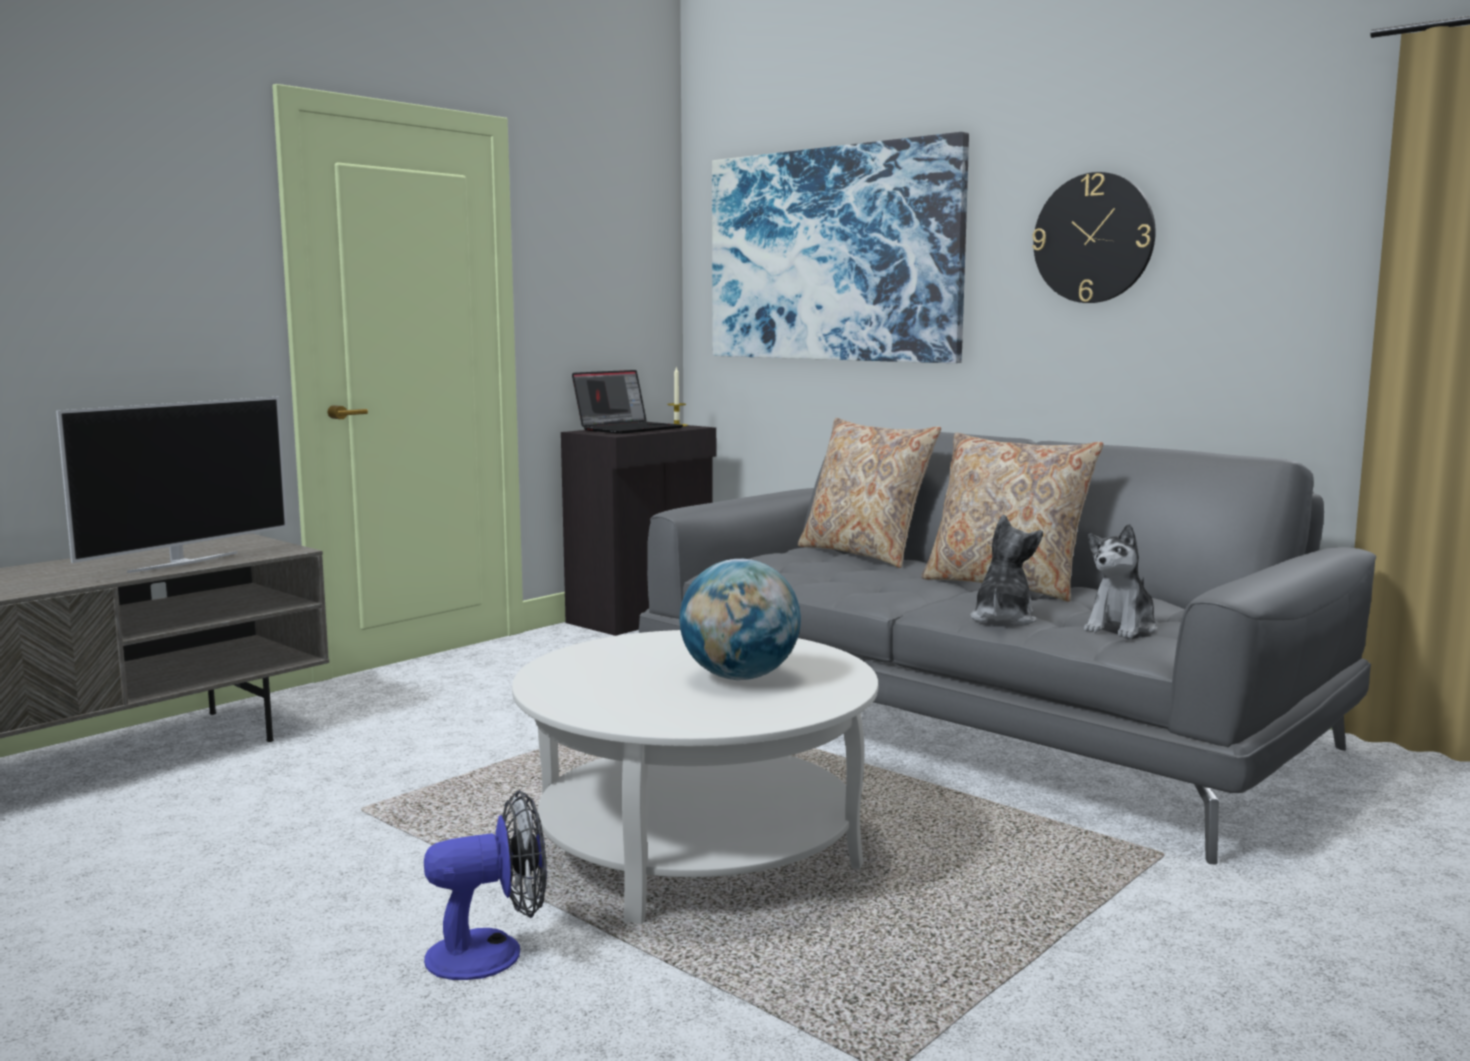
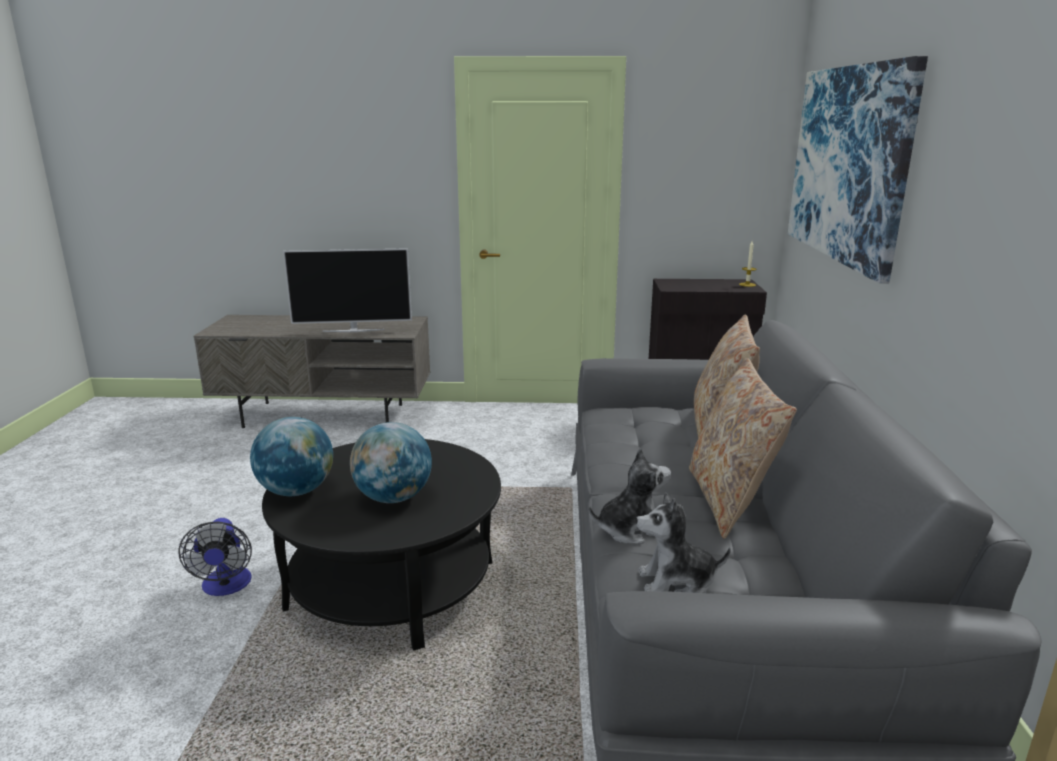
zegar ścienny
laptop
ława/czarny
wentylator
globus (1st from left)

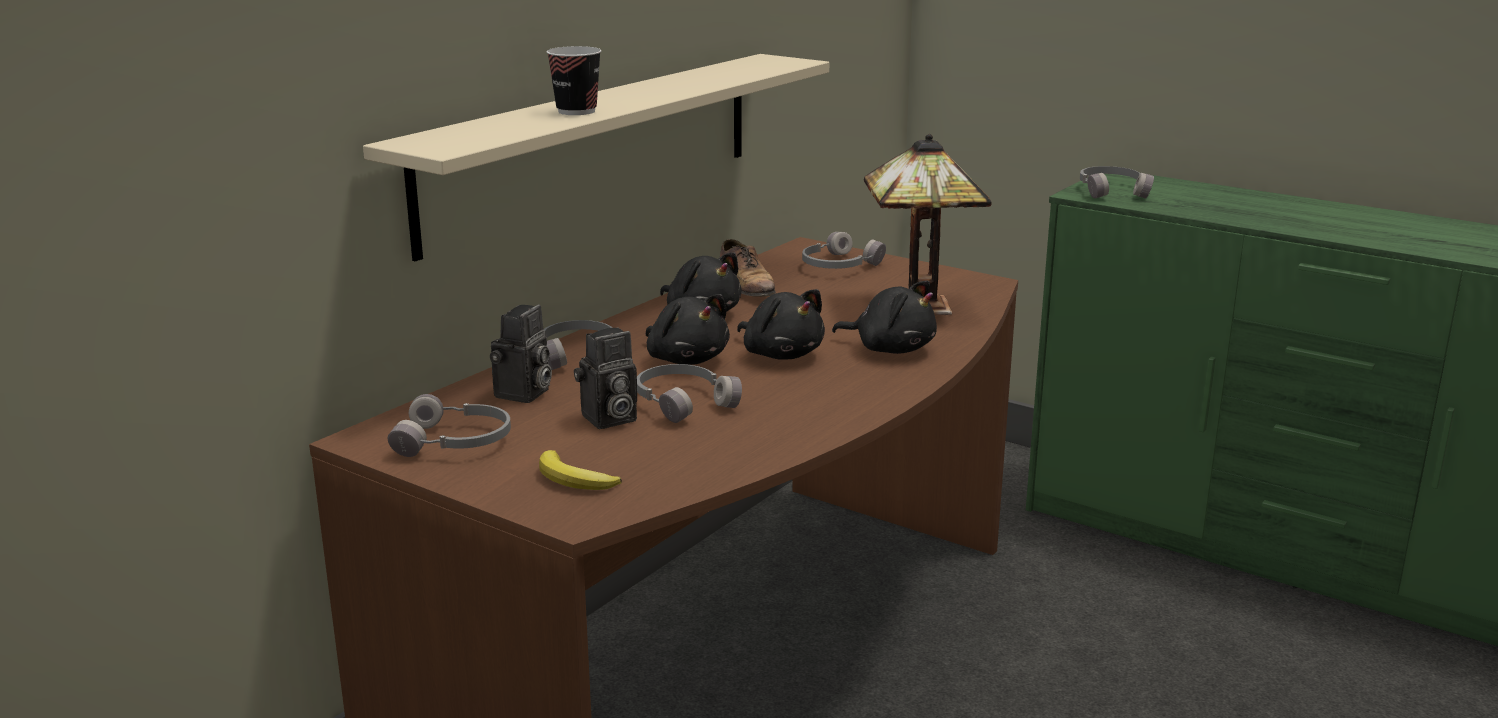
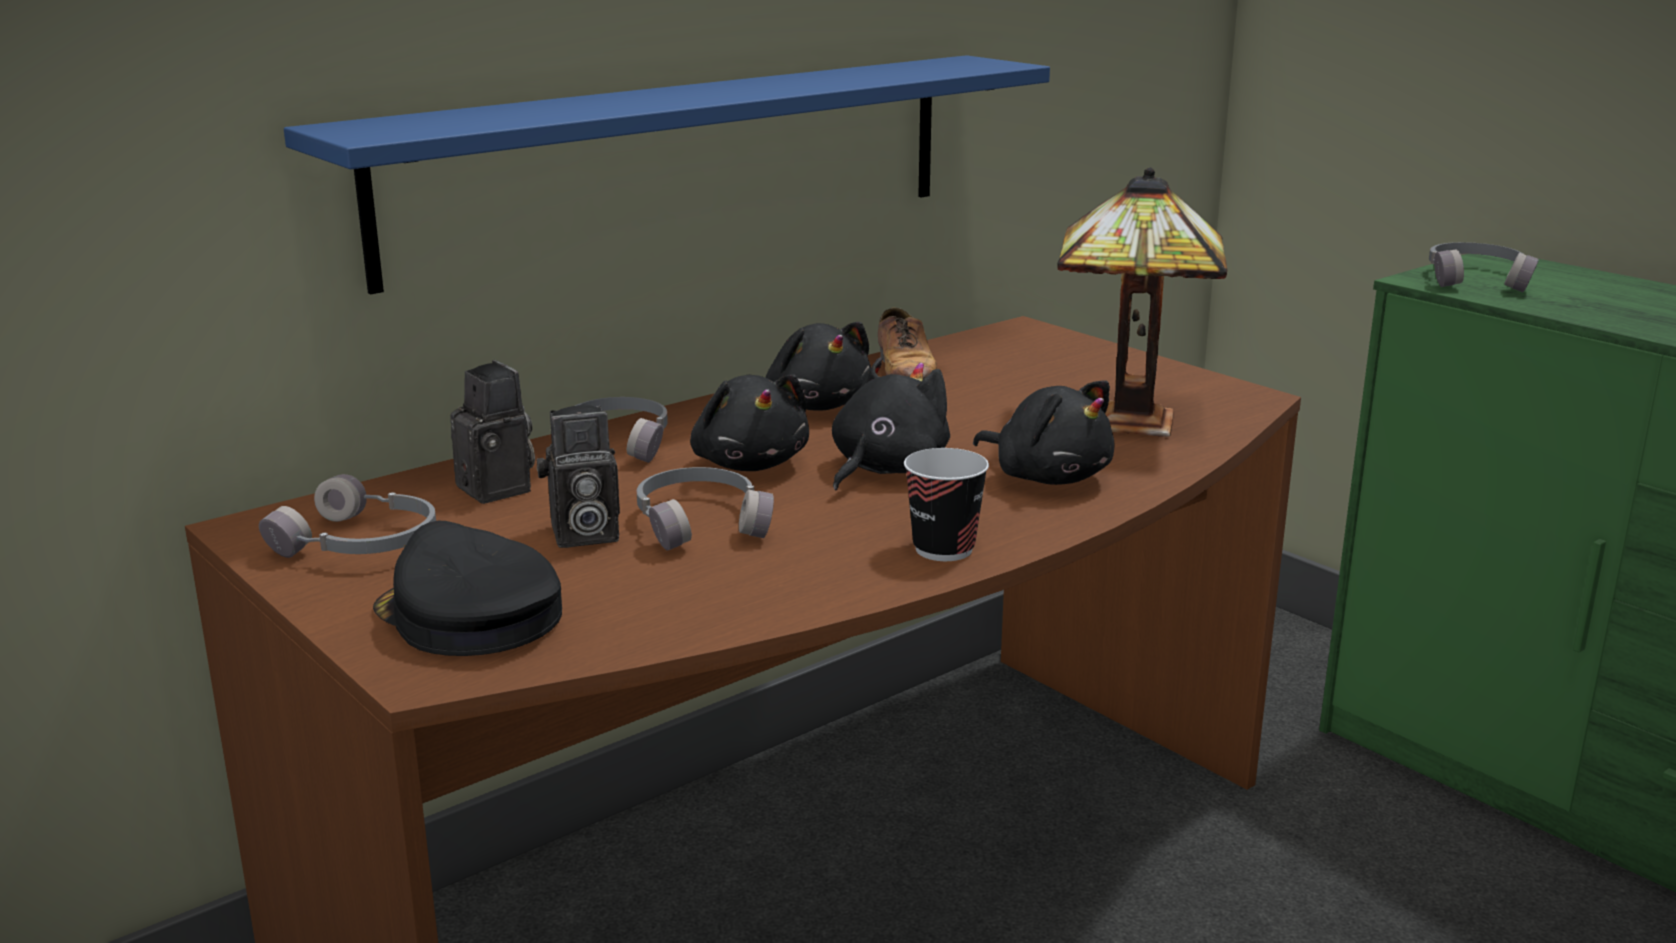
filiżanka
półka/niebieski
słuchawki/szary (4th from left in the first image)
pluszak/czarny (3rd from left)
aparat fotograficzny (1st from left)
czapka z daszkiem/czarny

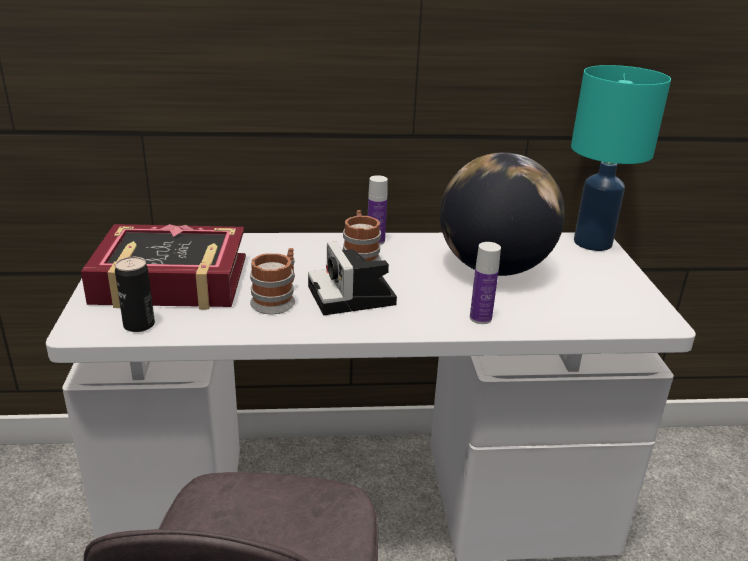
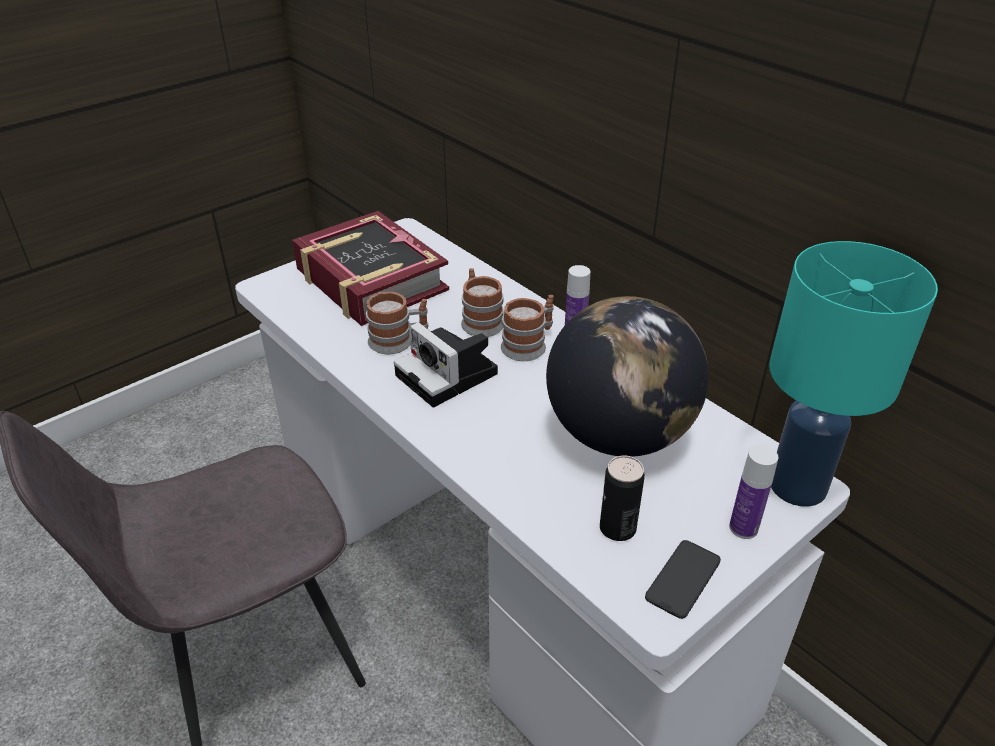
aparat fotograficzny
butelka (2nd from left)
puszka
kubek (2nd from left)
telefon

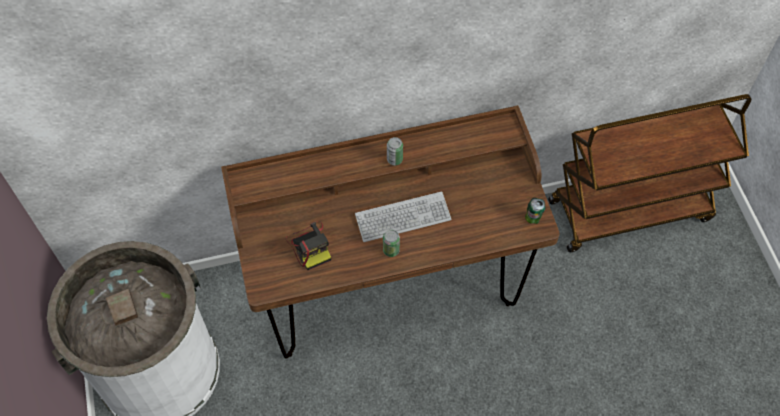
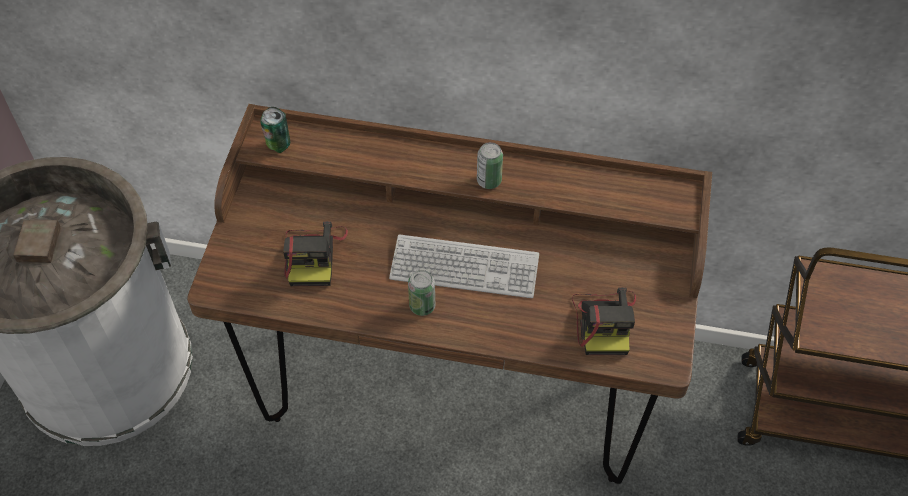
puszka (1st from left)
aparat fotograficzny (2nd from left)

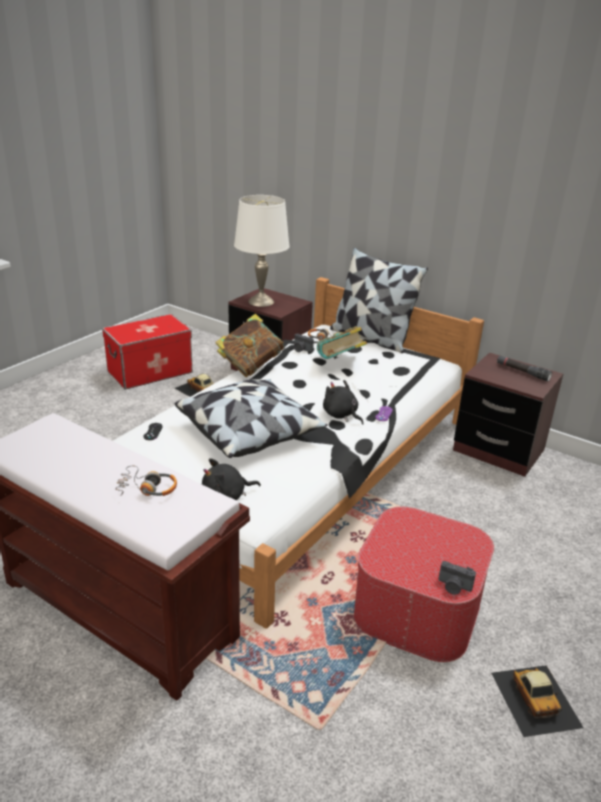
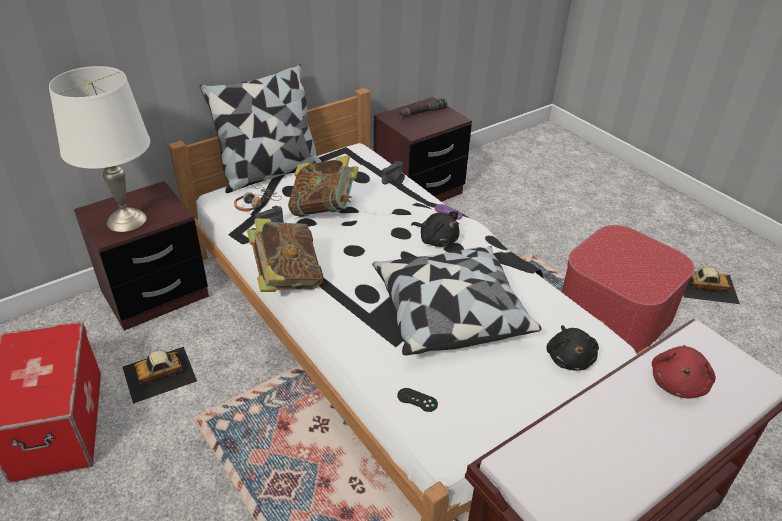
pluszak/czarny (1st from left)
pluszak/czerwony
aparat fotograficzny (2nd from left)

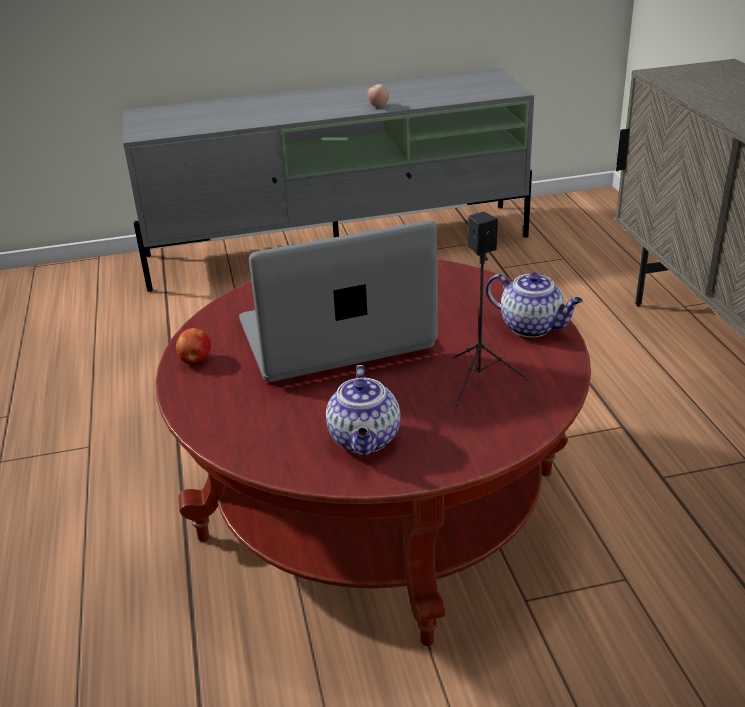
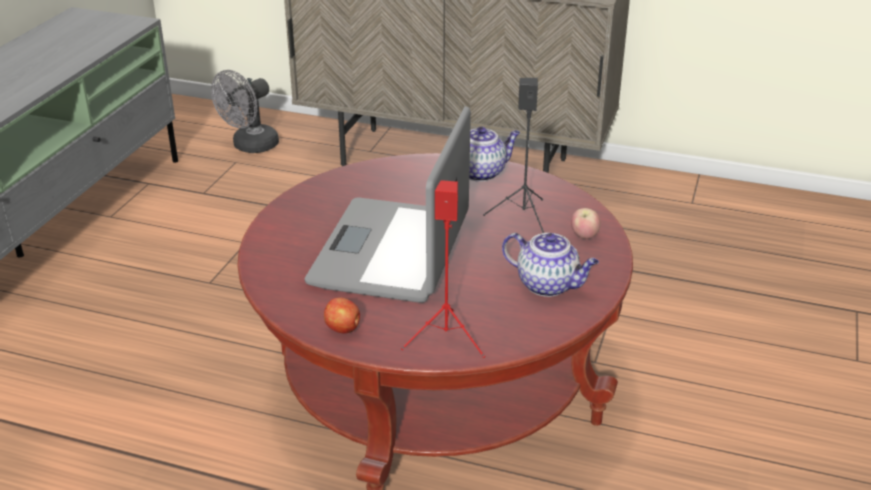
jabłko (2nd from left)
wentylator/szary
głośnik/czerwony

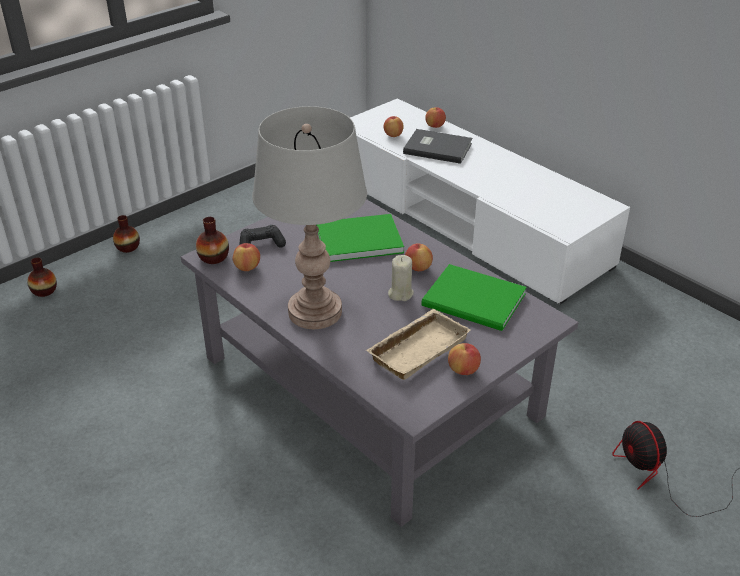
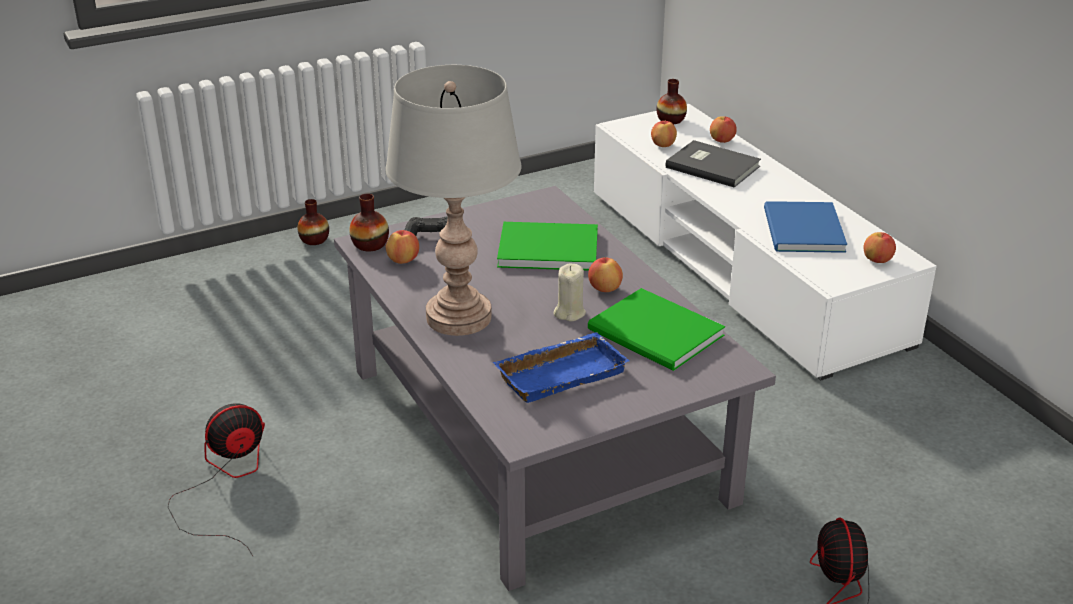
wazon (3rd from left)
taca/niebieski
jabłko (5th from left)
książka/niebieski
wentylator (1st from left)

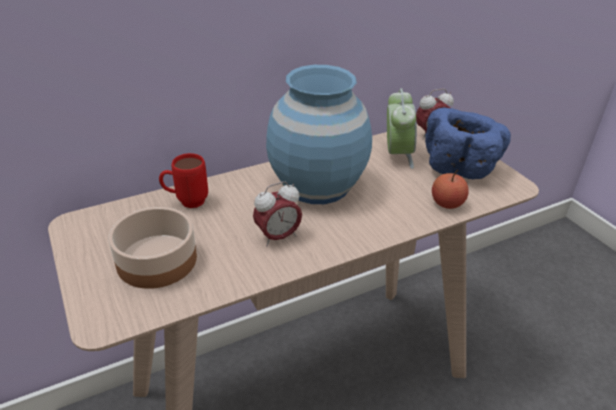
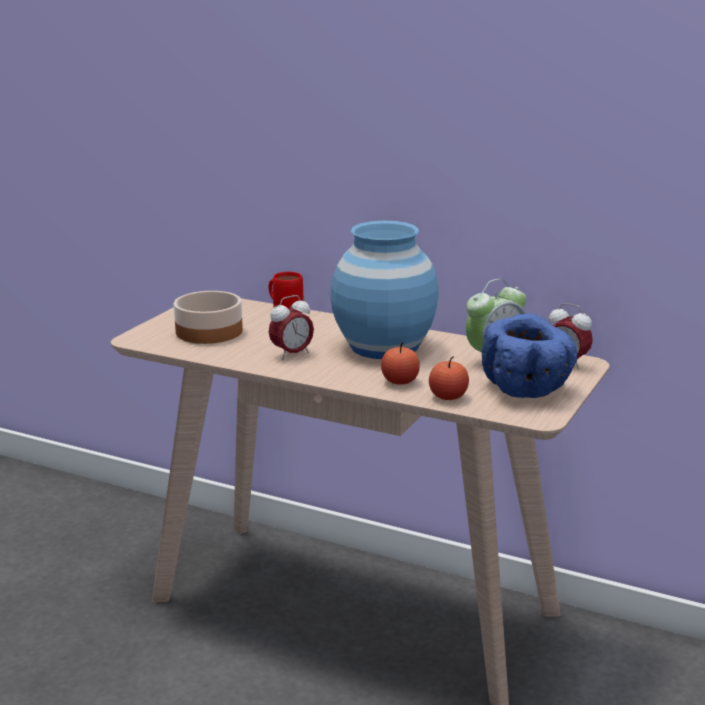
budzik (1st from left)
jabłko (1st from left)

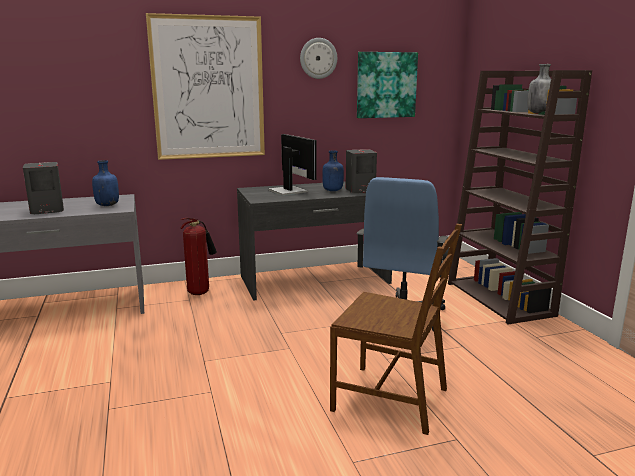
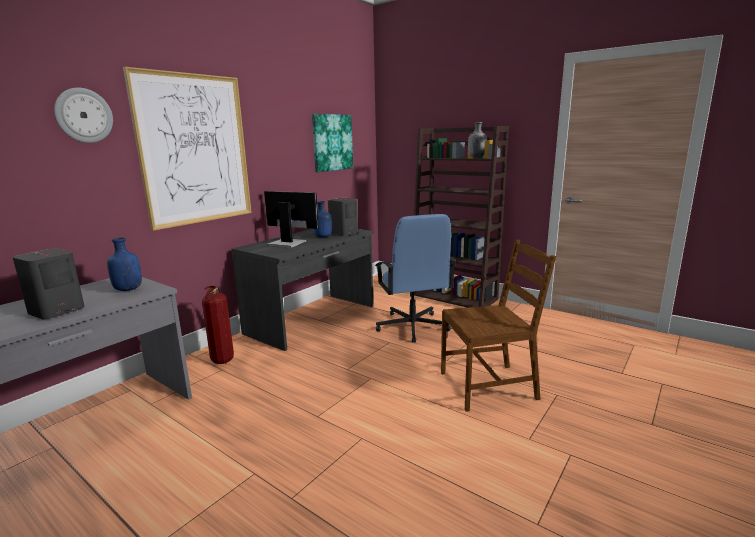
zegar ścienny

